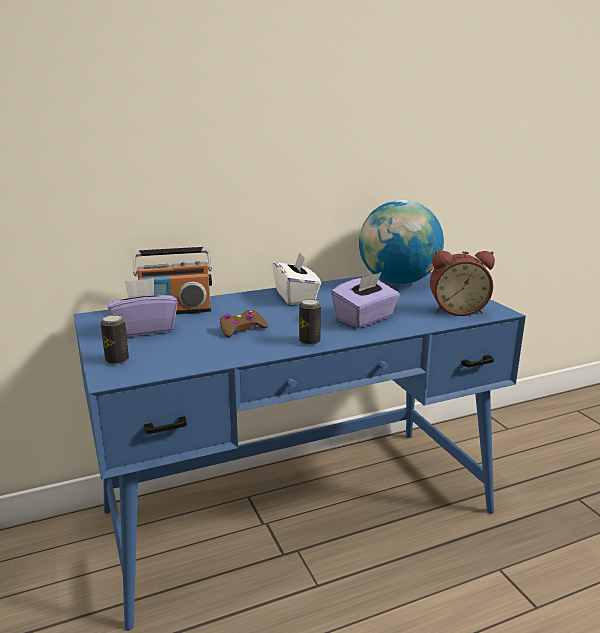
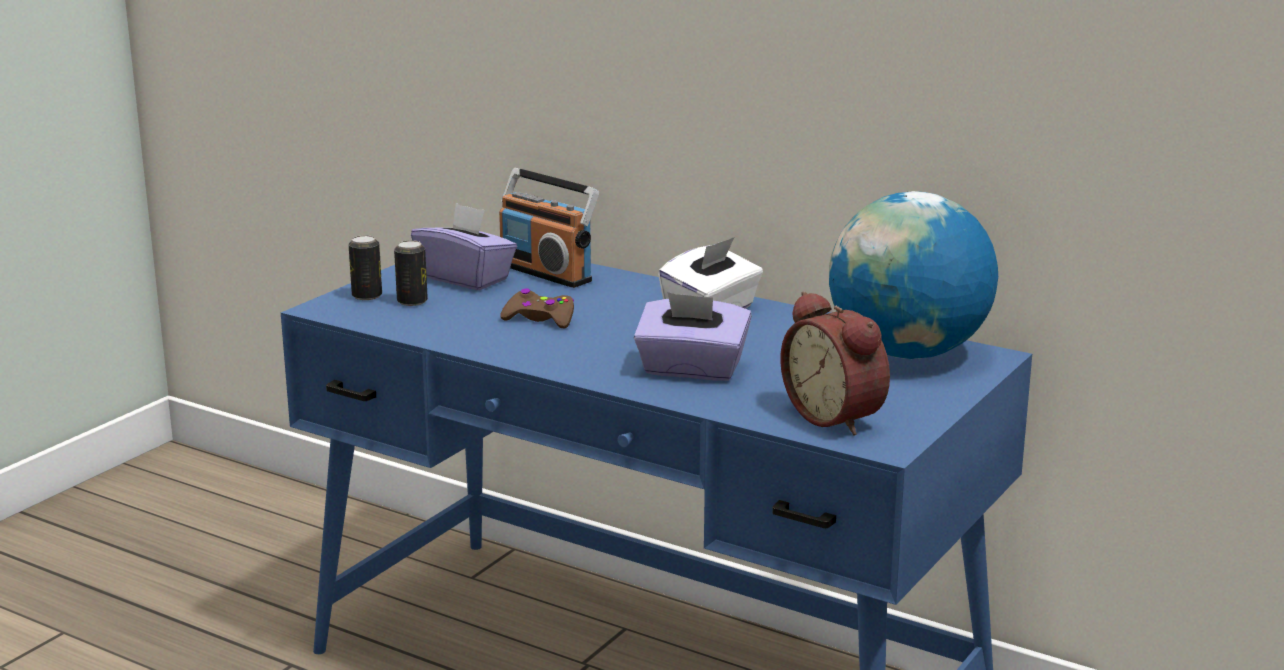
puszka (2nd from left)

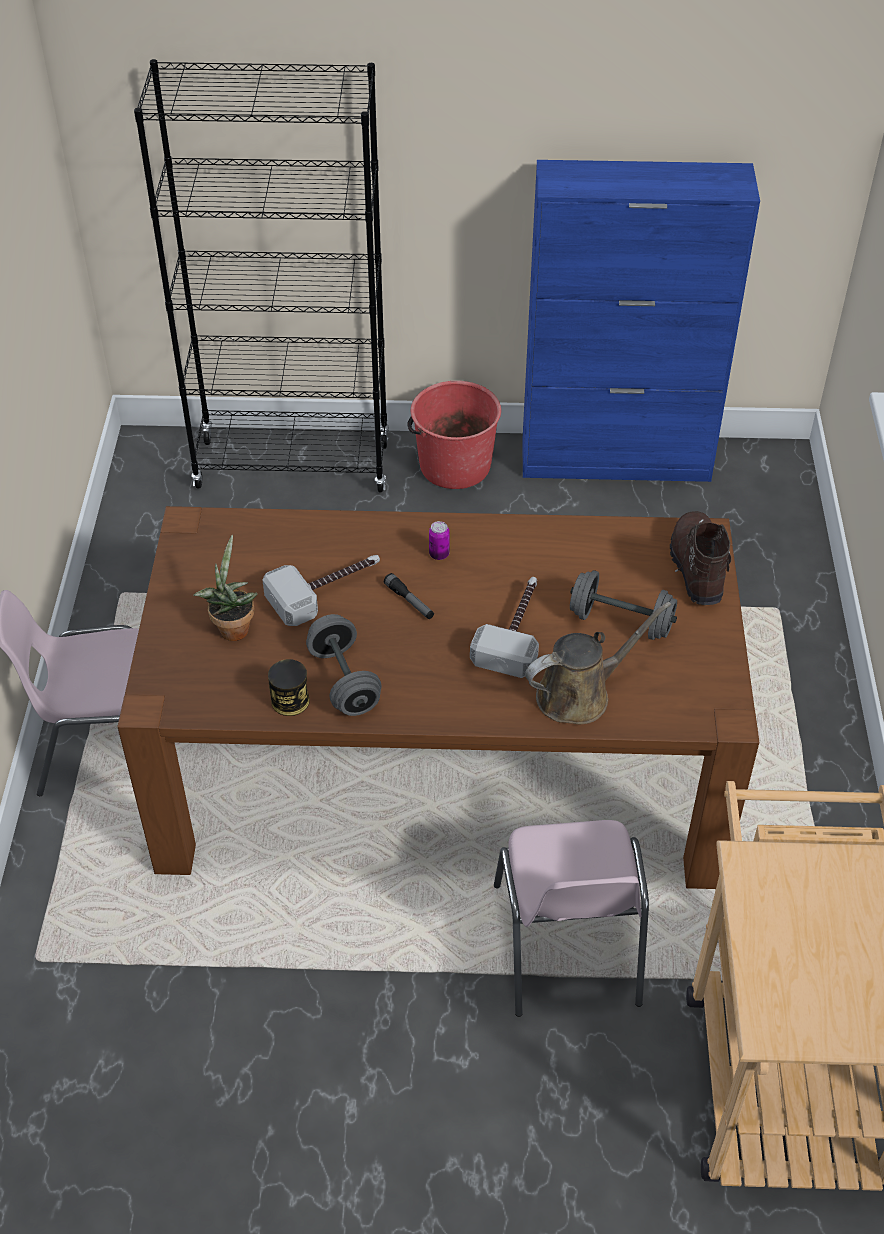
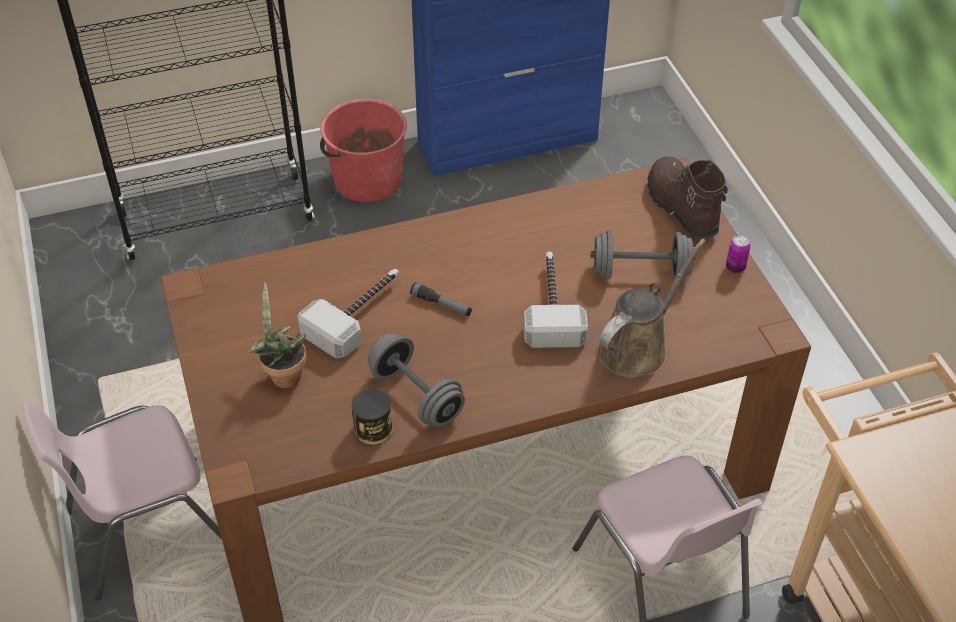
puszka (2nd from left)

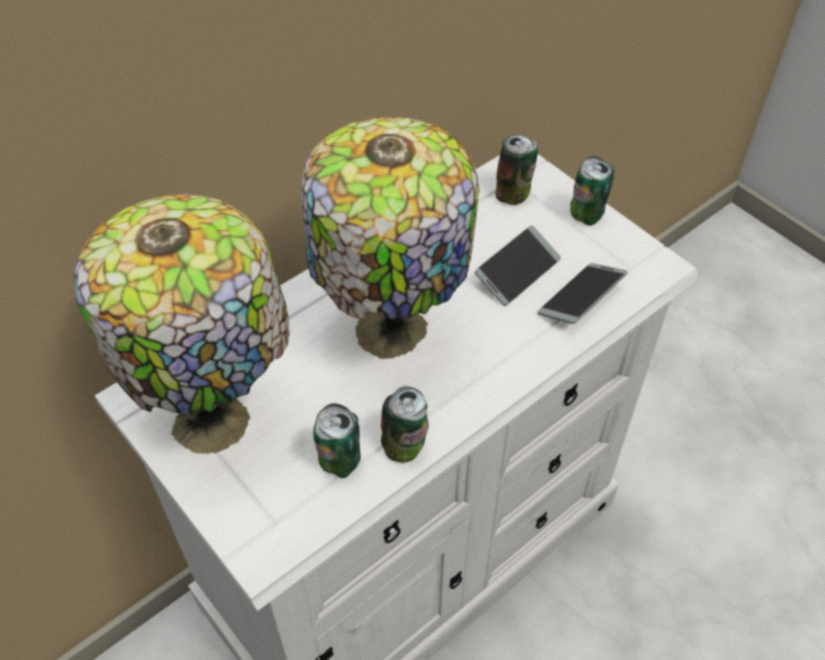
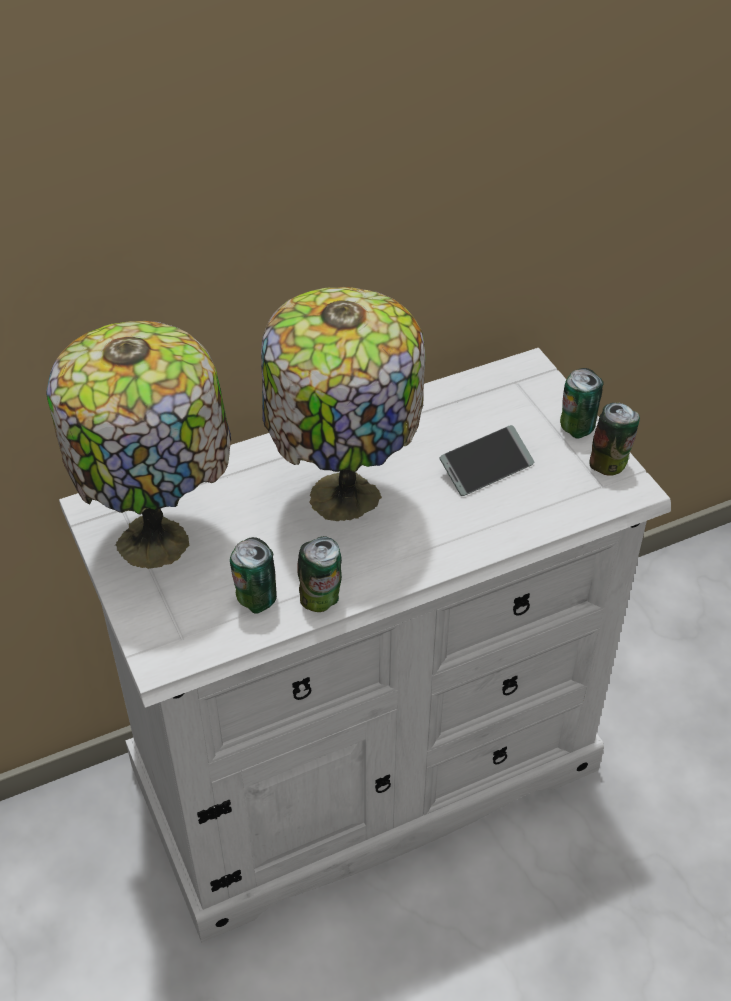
puszka (4th from left)
telefon (2nd from left in the first image)

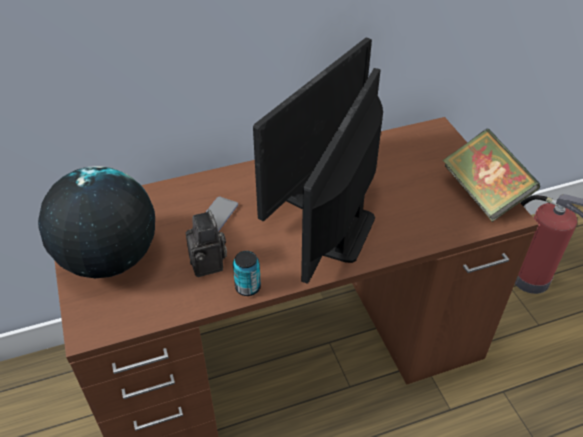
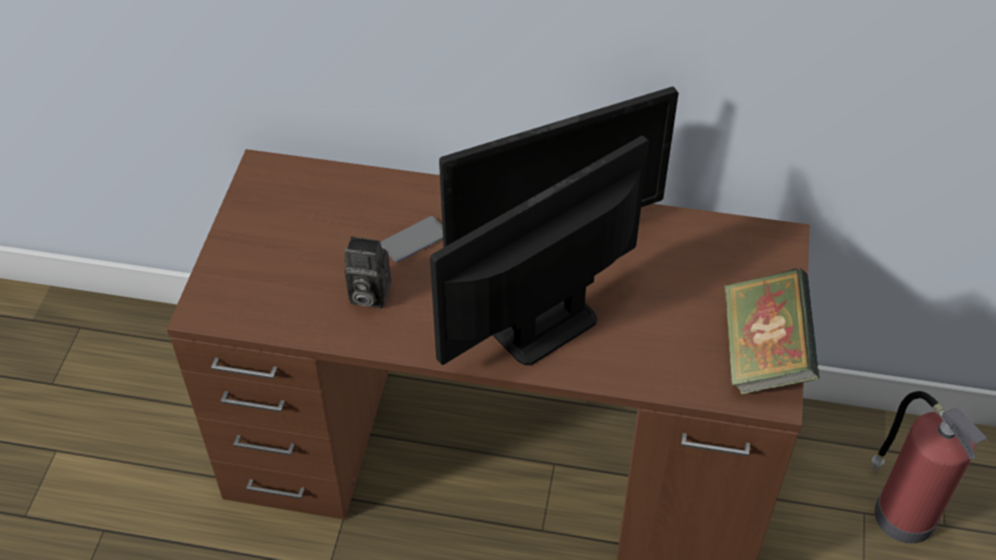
globus
aparat fotograficzny
puszka

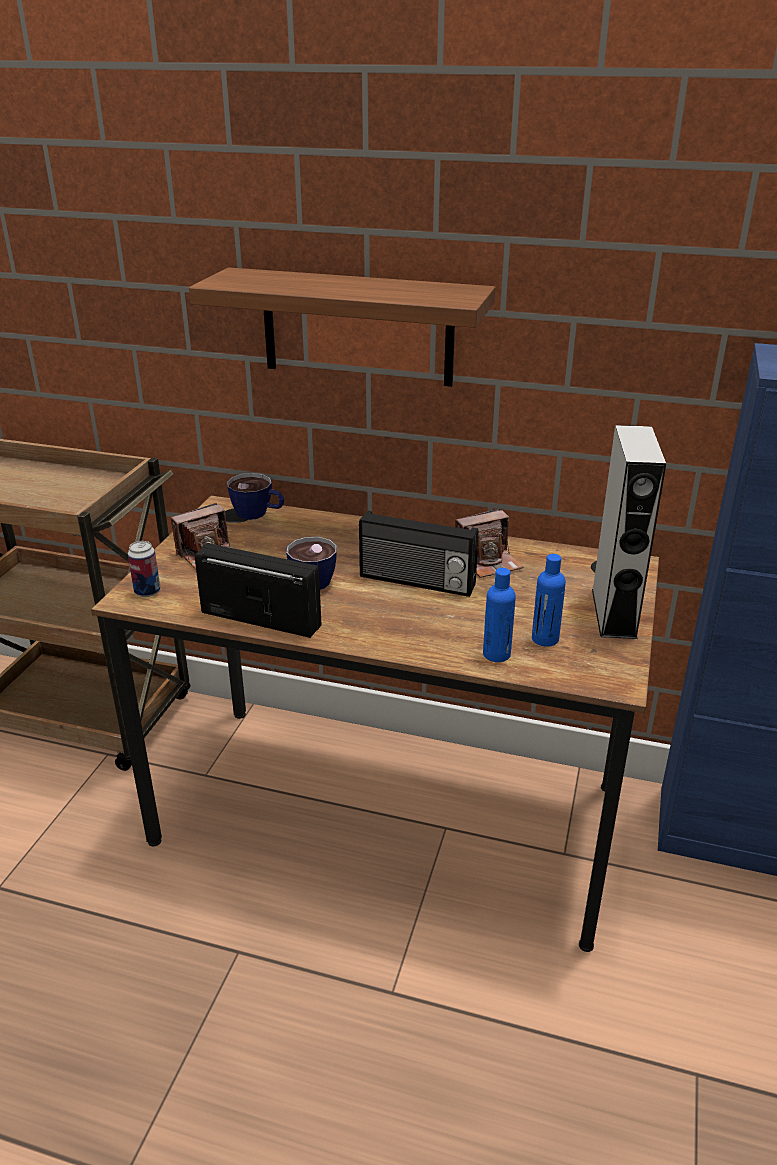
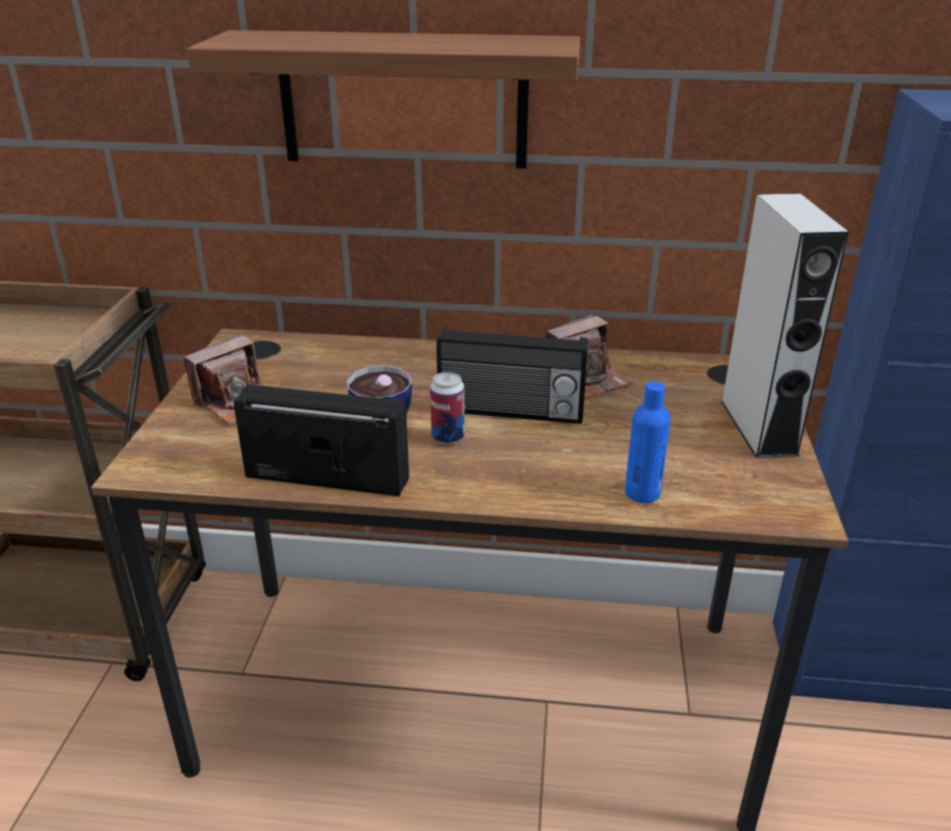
filiżanka (1st from left in the first image)
puszka
butelka/niebieski (2nd from left in the first image)

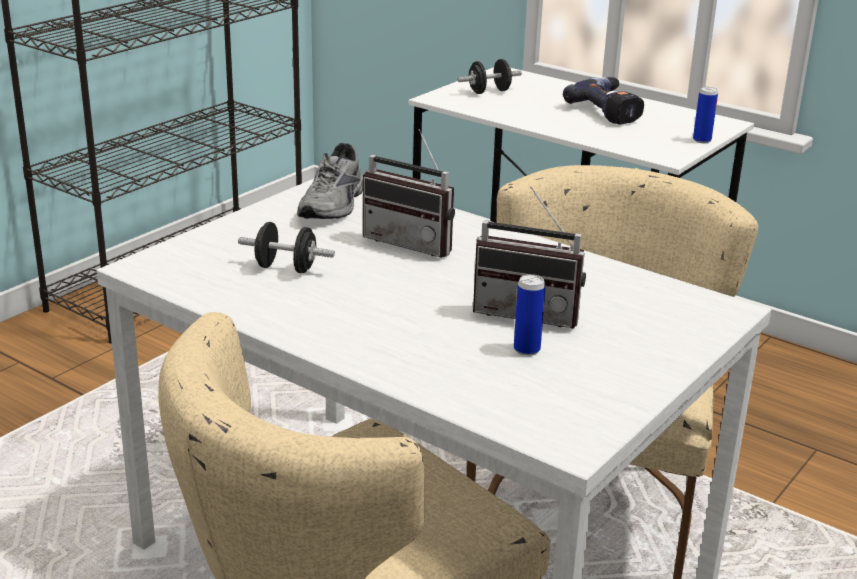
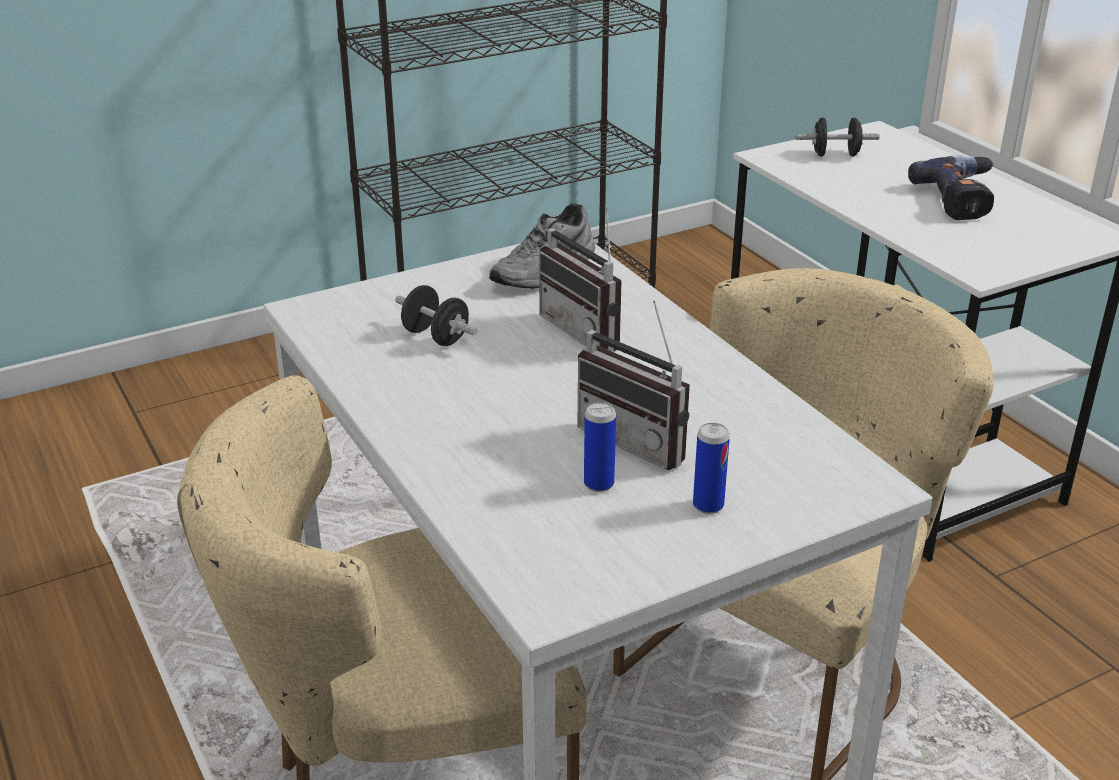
puszka (2nd from left)

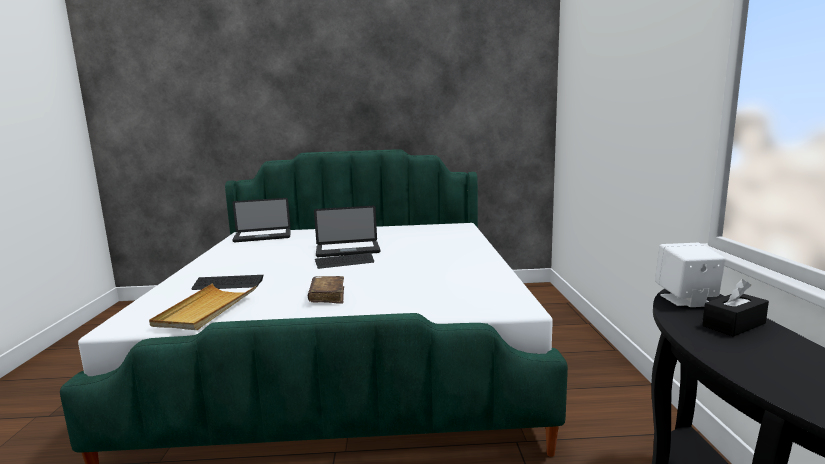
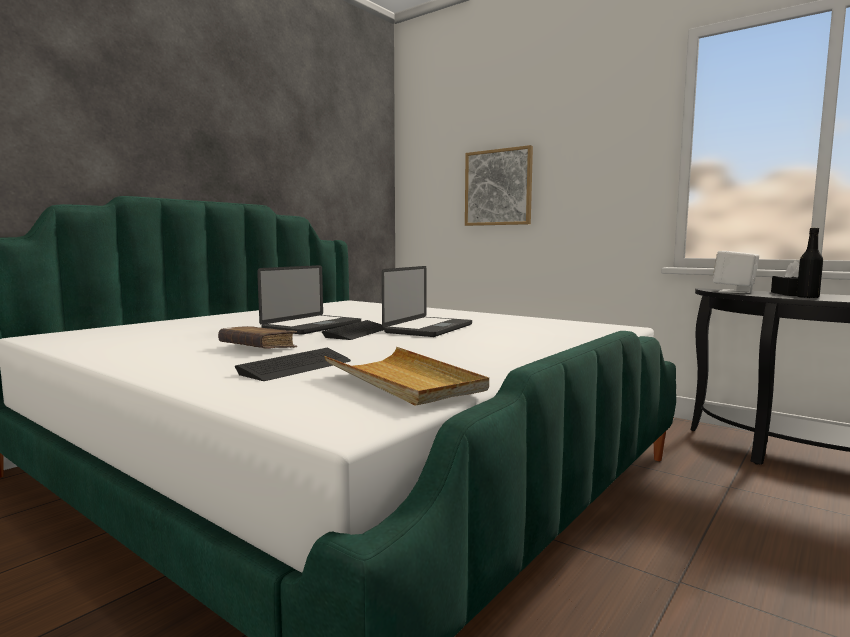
laptop (2nd from left)
książka/brązowy
obraz
butelka/czarny

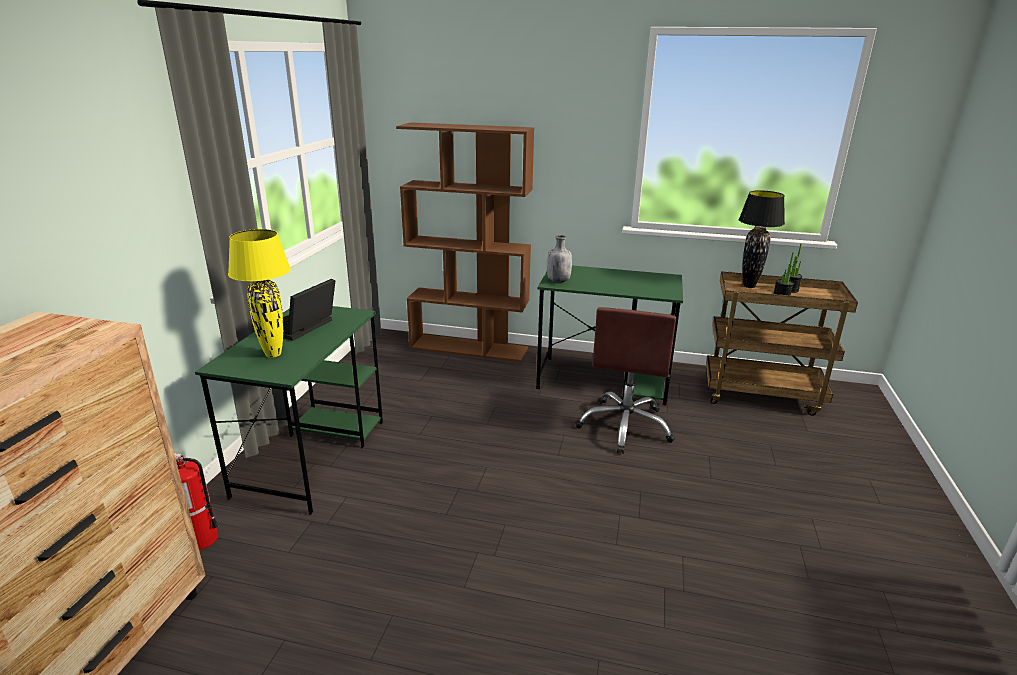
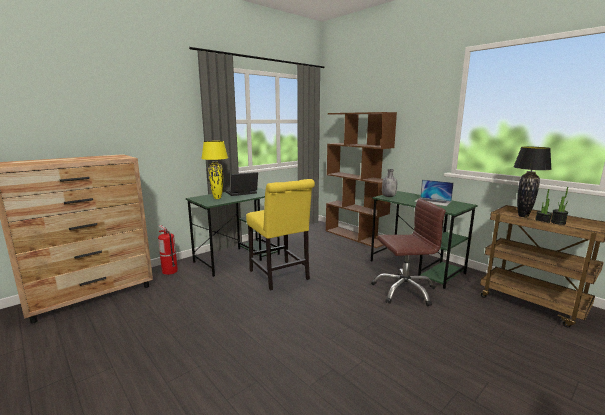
krzesło biurowe/brązowy
krzesło/żółty
laptop (2nd from left)

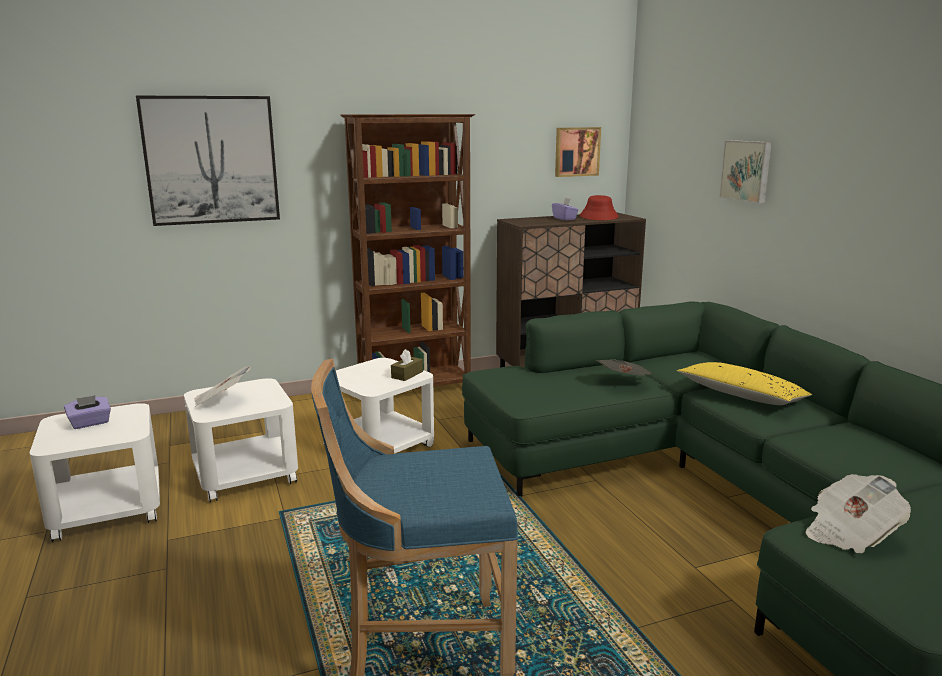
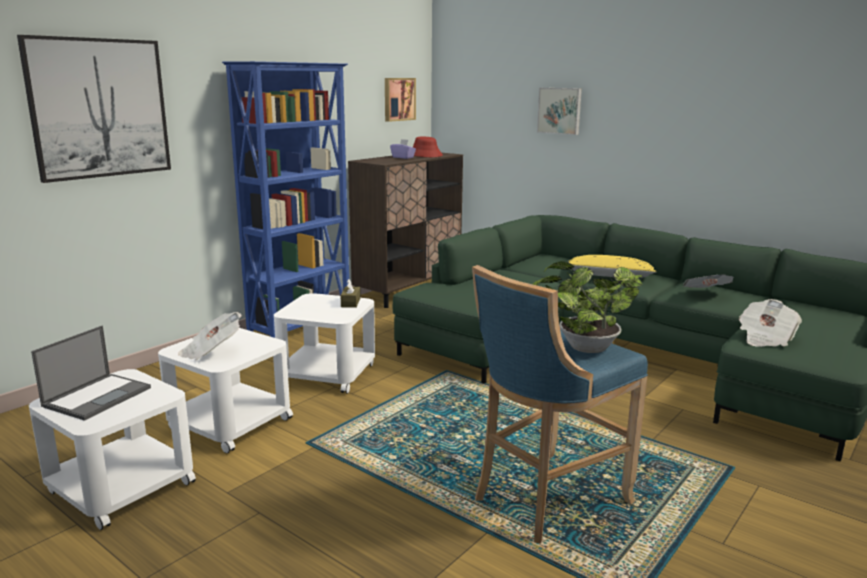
regał/niebieski
gazeta (2nd from left)
laptop
roślina doniczkowa

